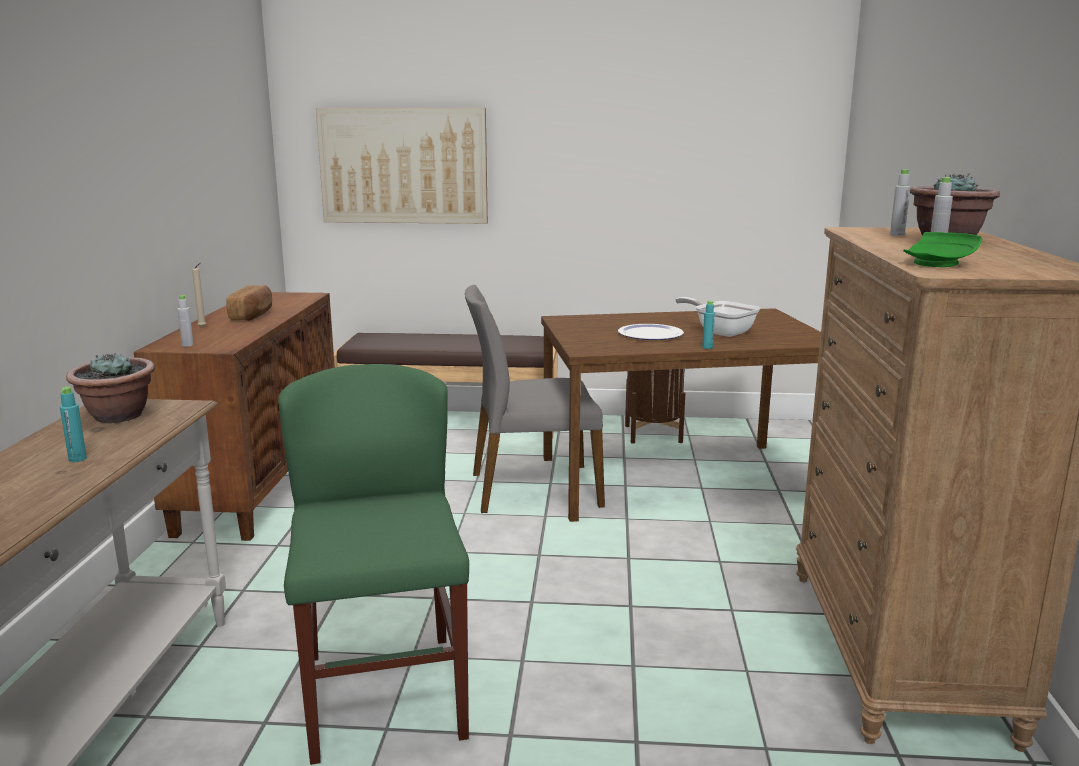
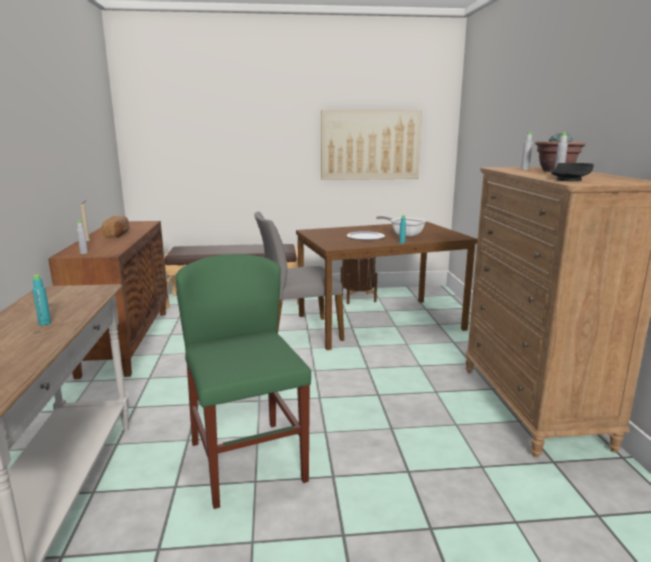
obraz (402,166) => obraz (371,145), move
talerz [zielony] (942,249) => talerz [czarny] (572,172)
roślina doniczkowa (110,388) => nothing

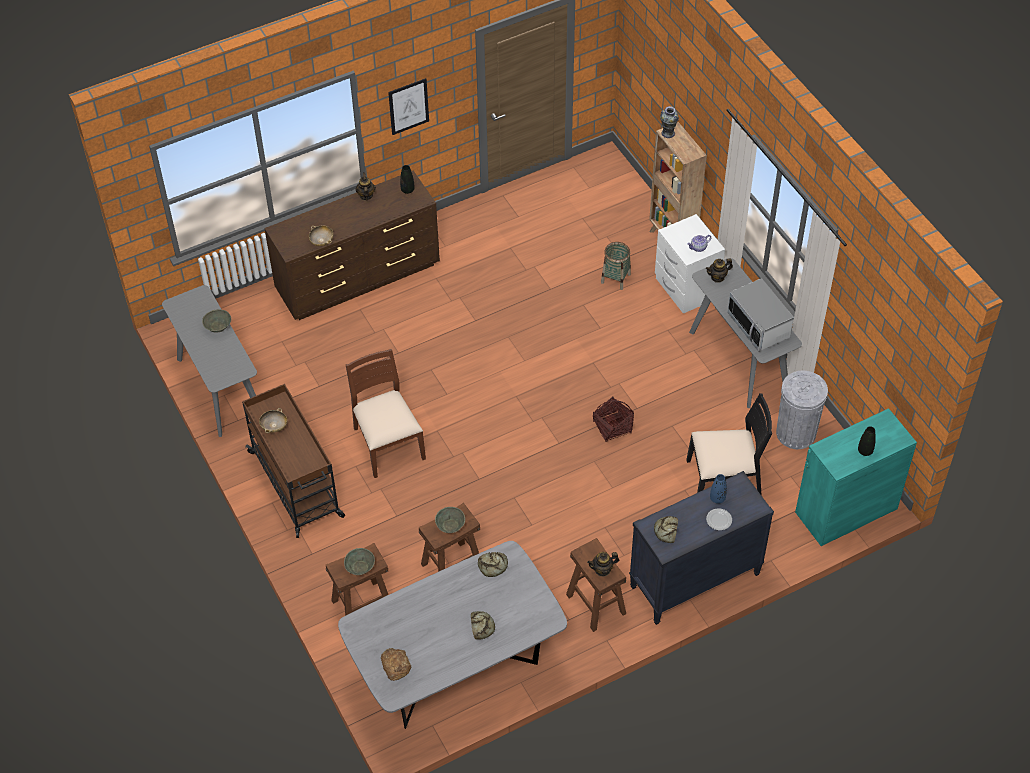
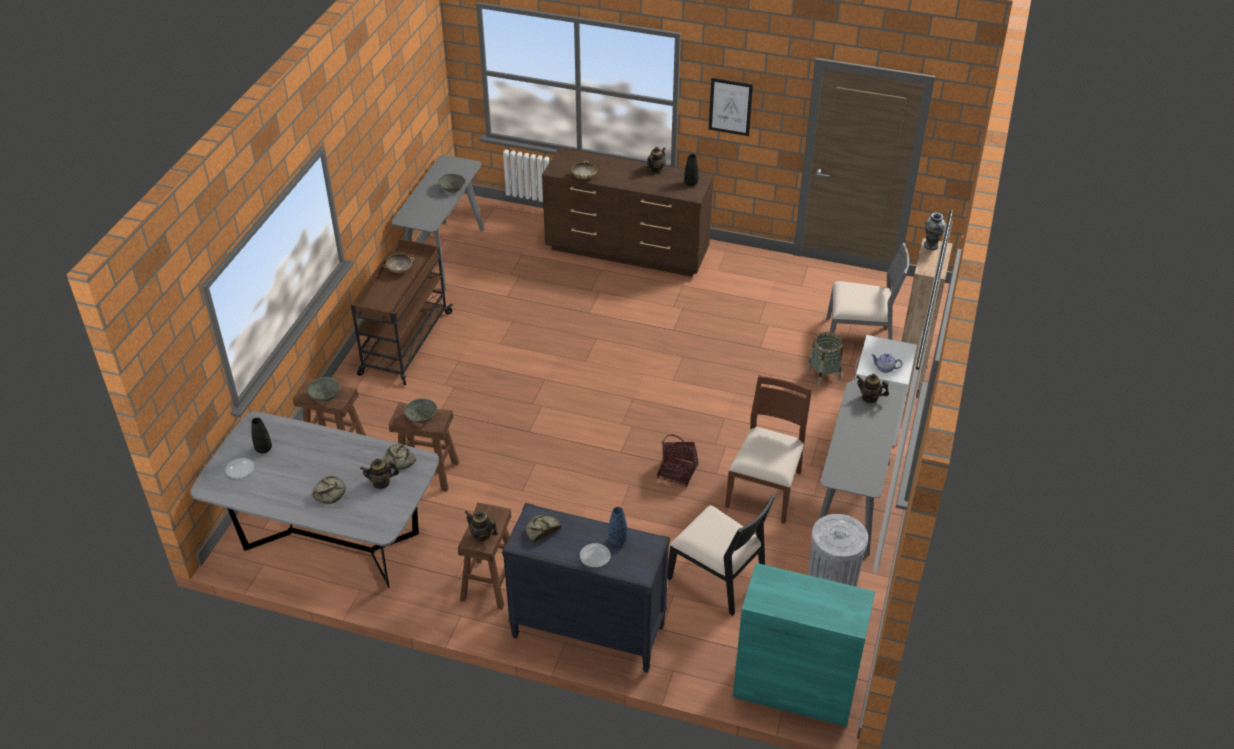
chleb (396,664) => talerz (239,468)
wazon [czarny] (867,441) => wazon [czarny] (261,435), move
nothing => imbryk (379,474)
krzesło [brązowy] (386,413) => krzesło [brązowy] (768,449), move
nothing => krzesło [szary] (867,291)
mikrofalówka (760,314) => nothing

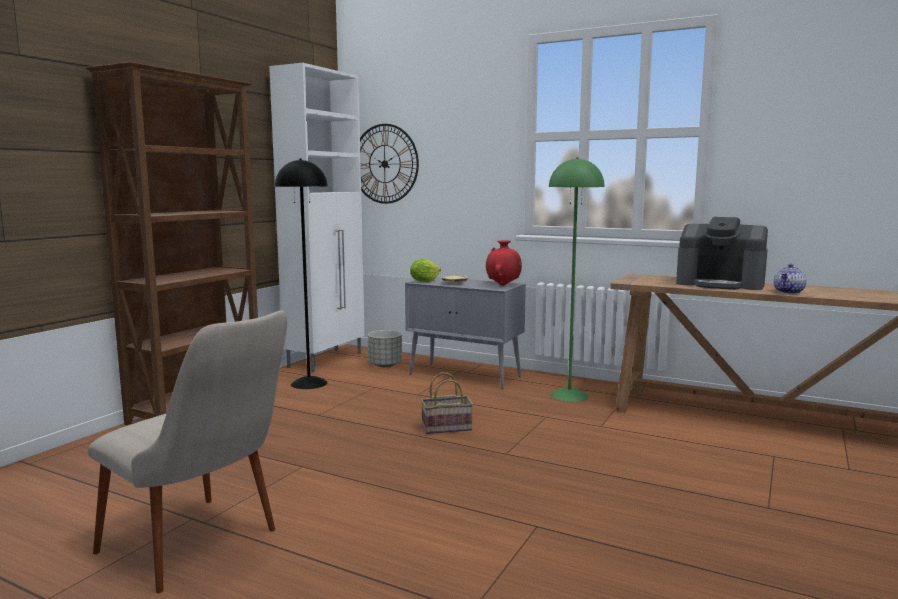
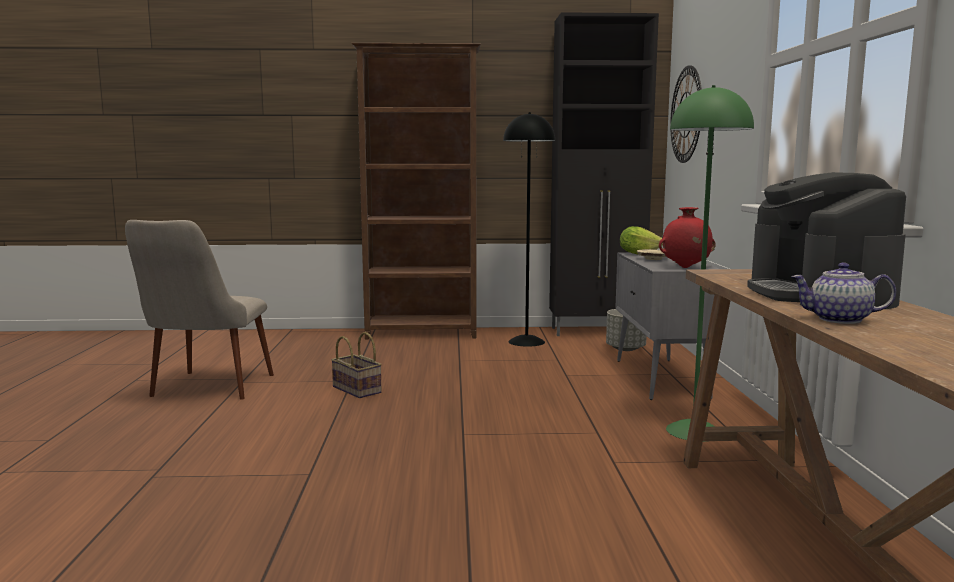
koszyk (447,403) => koszyk (356,365), move
szafka [biały] (317,217) => szafka [czarny] (604,174)

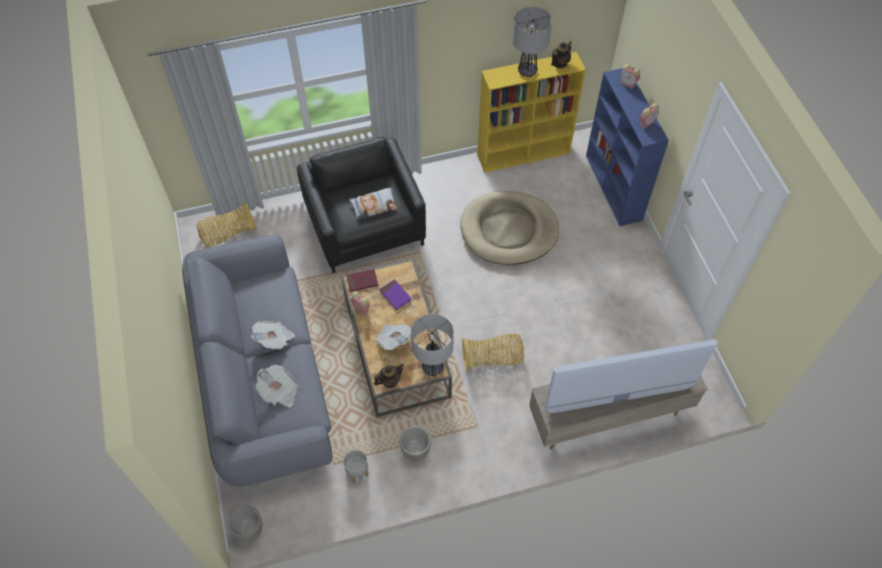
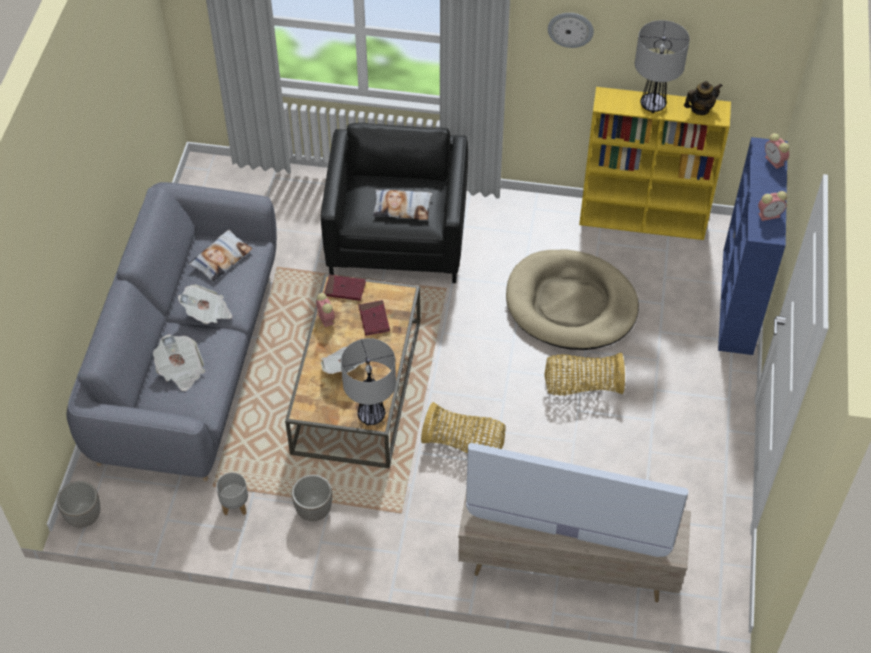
nothing => poduszka (220,255)
książka [fioletowy] (395,294) => książka [czerwony] (374,318)
koszyk (226,225) => koszyk (584,374), move
nothing => zegar ścienny (571,30)
imbryk (389,375) => nothing

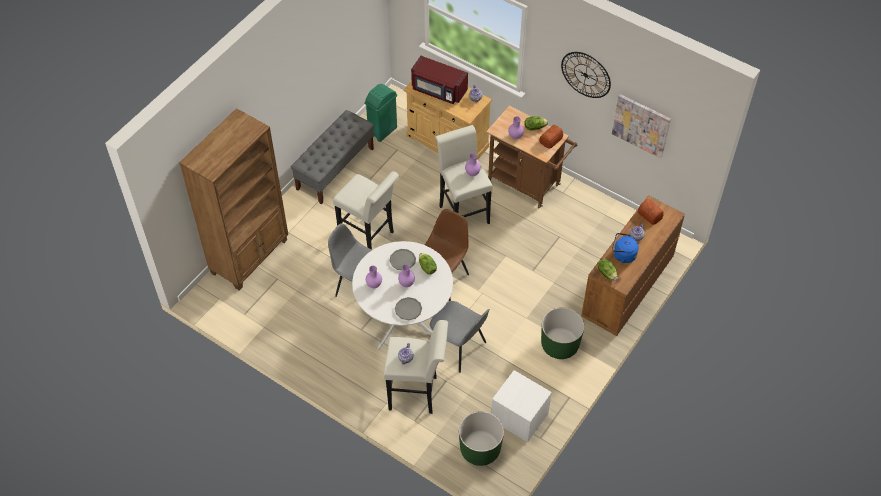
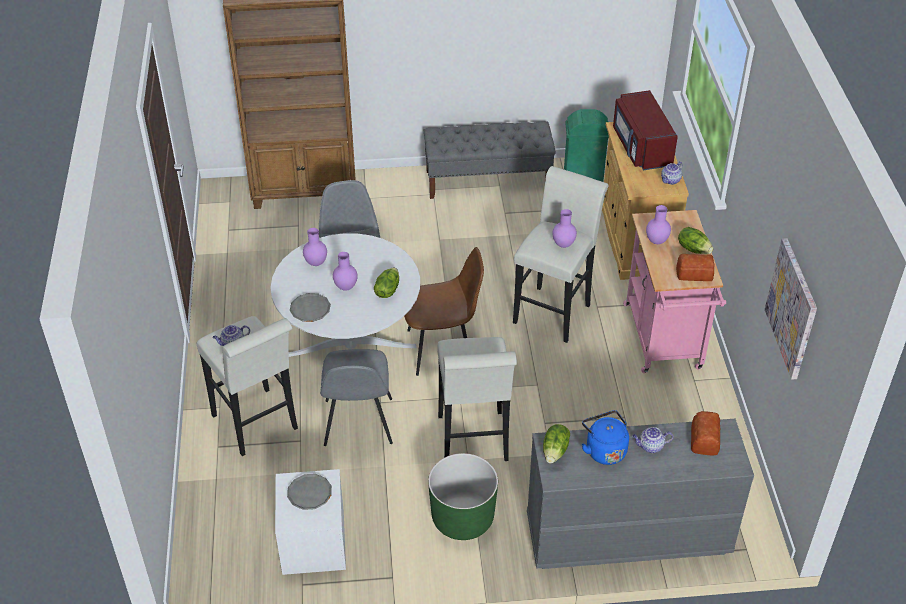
talerz [szary] (403,259) => talerz [szary] (309,492), move
stołek [biały] (366,210) => stołek [biały] (477,399), move
komoda [brązowy] (633,265) => komoda [szary] (640,494)
wózek [brązowy] (531,157) => wózek [różowy] (674,291)
donica [zielony] (481,438) => nothing
zegar ścienny (586,75) => nothing

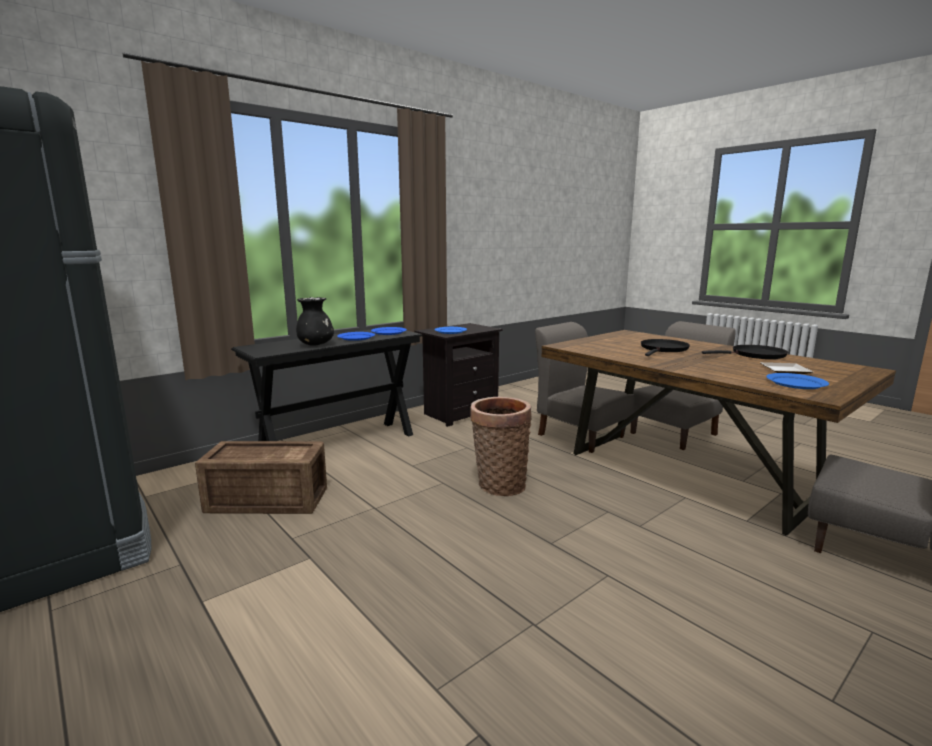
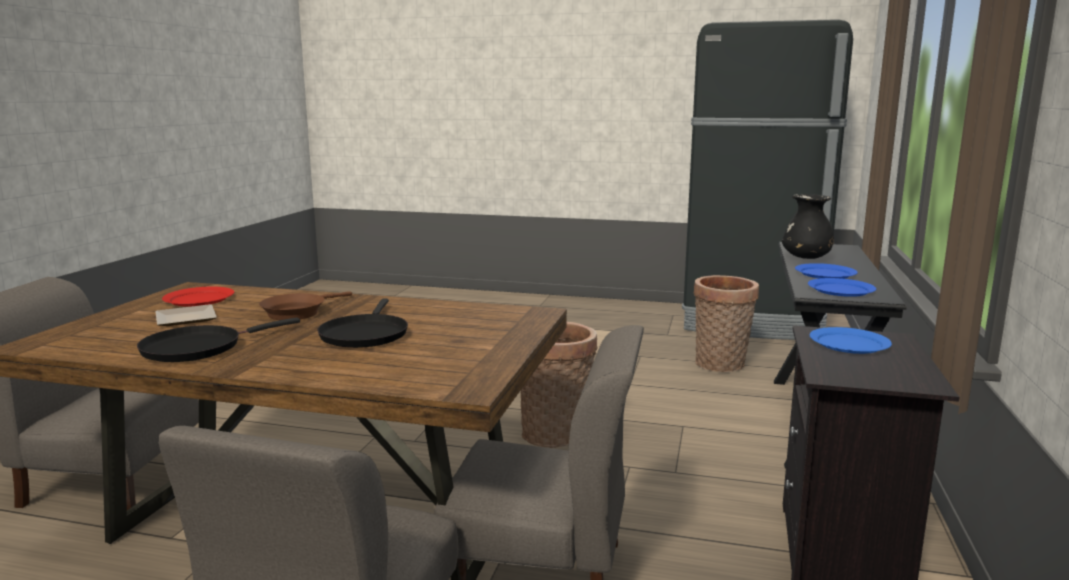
talerz [niebieski] (797,381) => talerz [czerwony] (198,297)
nothing => patelnia [brązowy] (305,305)
skrzynka (261,477) => koszyk (726,323)

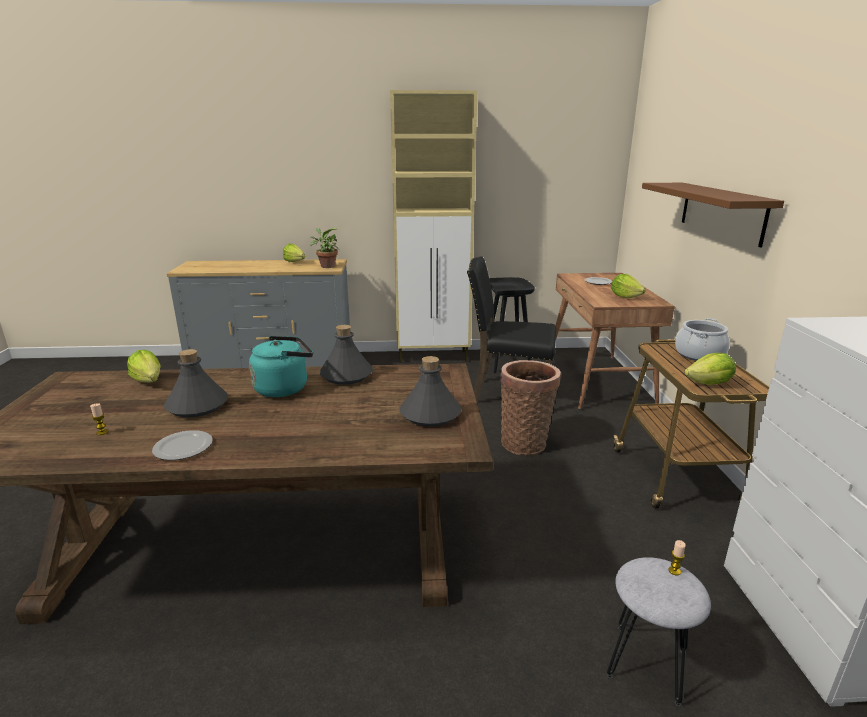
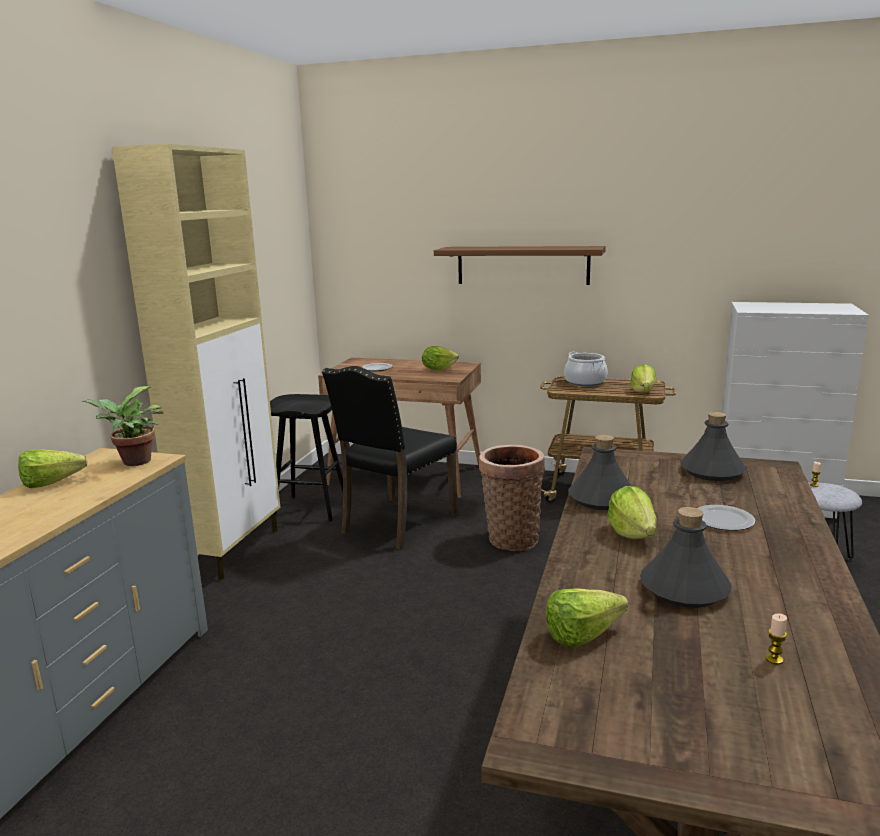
czajnik [turkusowy] (281,366) => sałata (631,512)
talerz (182,445) => talerz (726,518), move

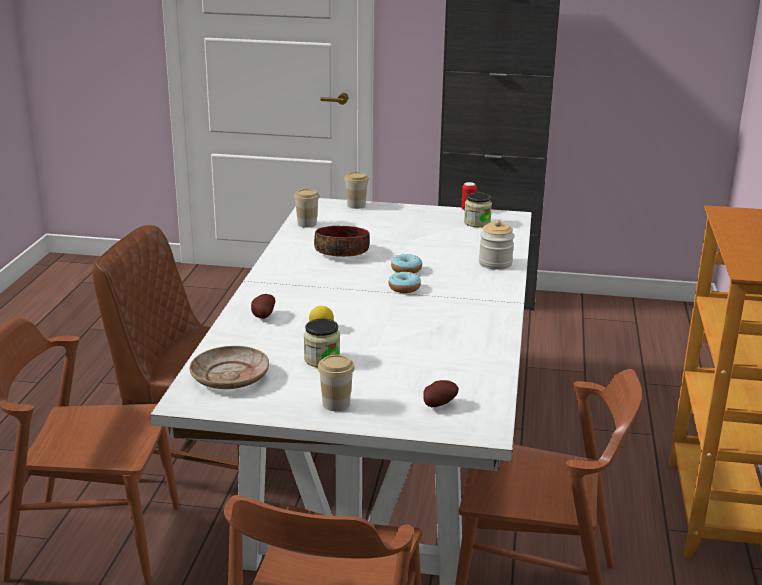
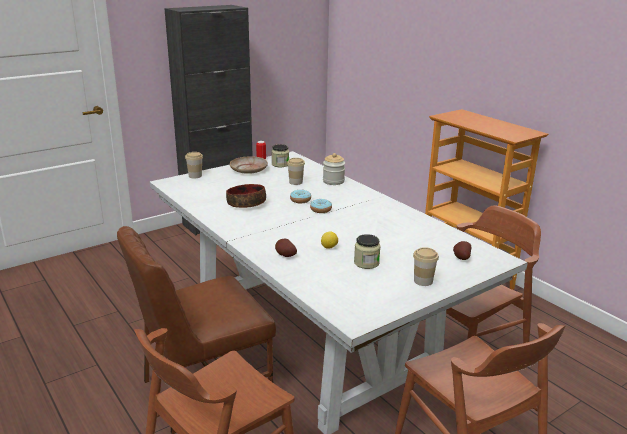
talerz [beżowy] (229,367) => talerz [beżowy] (249,165), move
filiżanka (306,208) => filiżanka (296,171), move

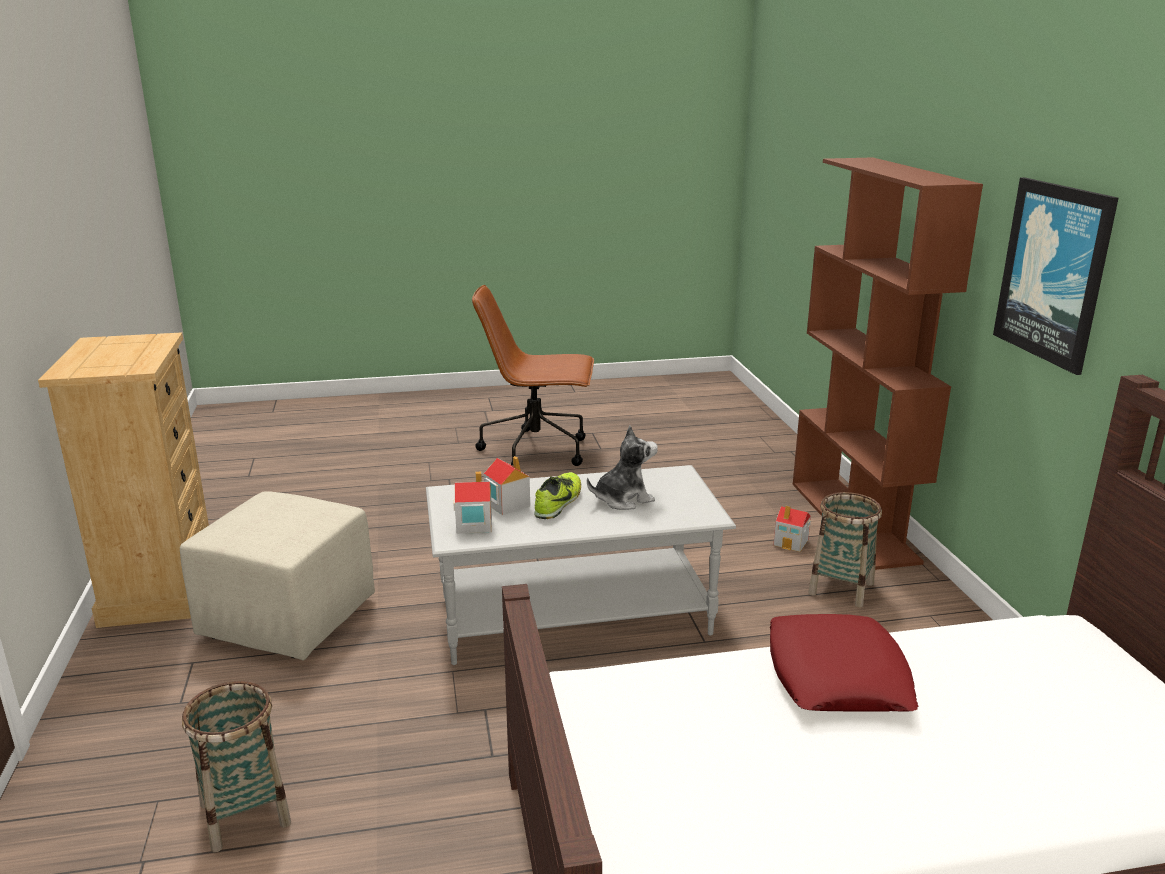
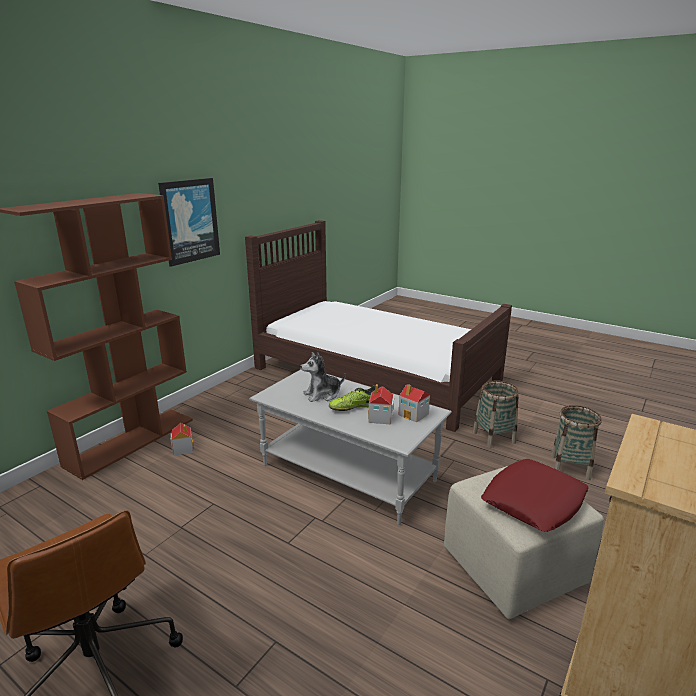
pluszak (622,468) => pluszak (323,377), 45 degrees counterclockwise
koszyk (845,549) => koszyk (496,414), move
poduszka [czerwony] (844,663) => poduszka [czerwony] (535,495), move

